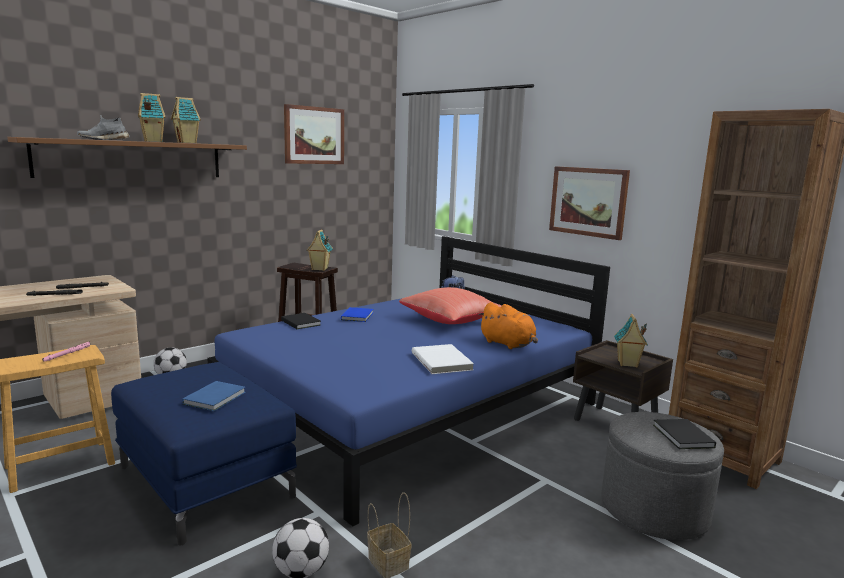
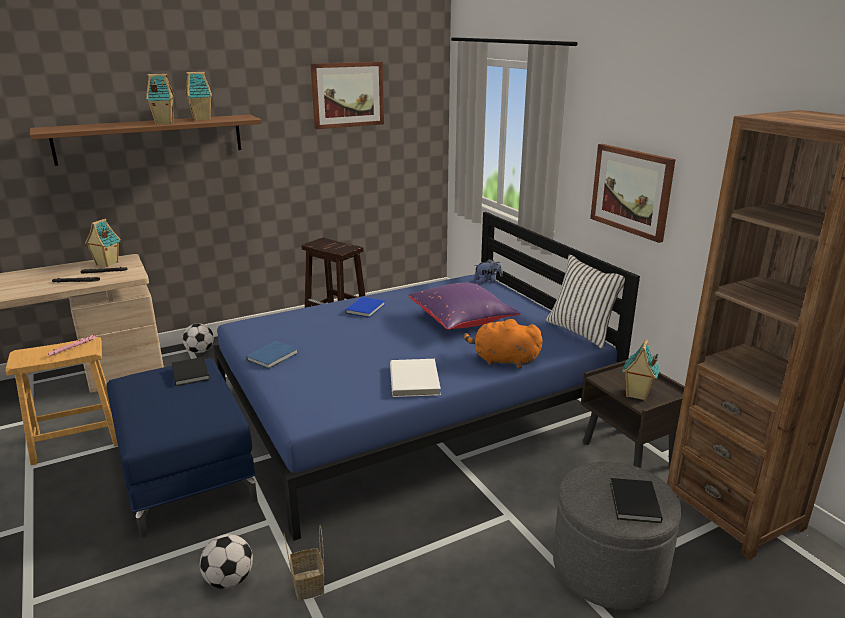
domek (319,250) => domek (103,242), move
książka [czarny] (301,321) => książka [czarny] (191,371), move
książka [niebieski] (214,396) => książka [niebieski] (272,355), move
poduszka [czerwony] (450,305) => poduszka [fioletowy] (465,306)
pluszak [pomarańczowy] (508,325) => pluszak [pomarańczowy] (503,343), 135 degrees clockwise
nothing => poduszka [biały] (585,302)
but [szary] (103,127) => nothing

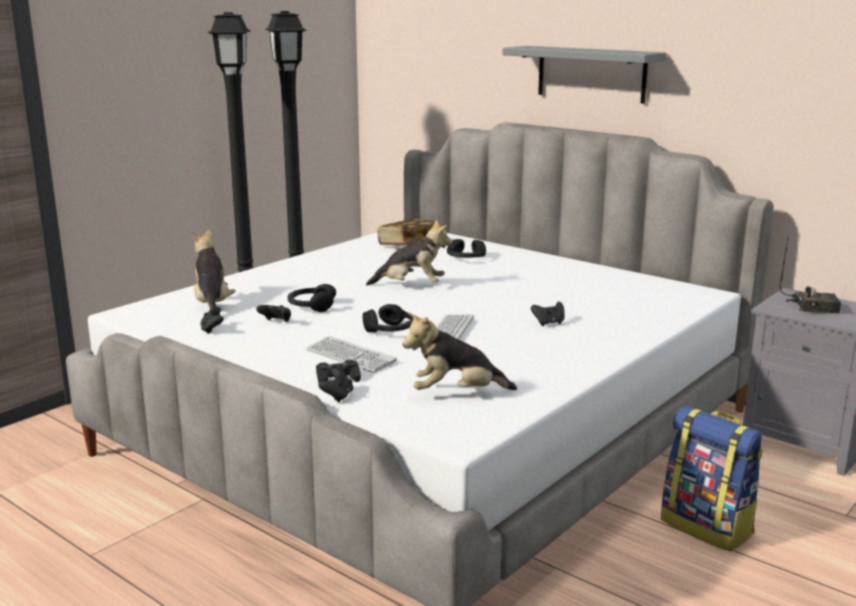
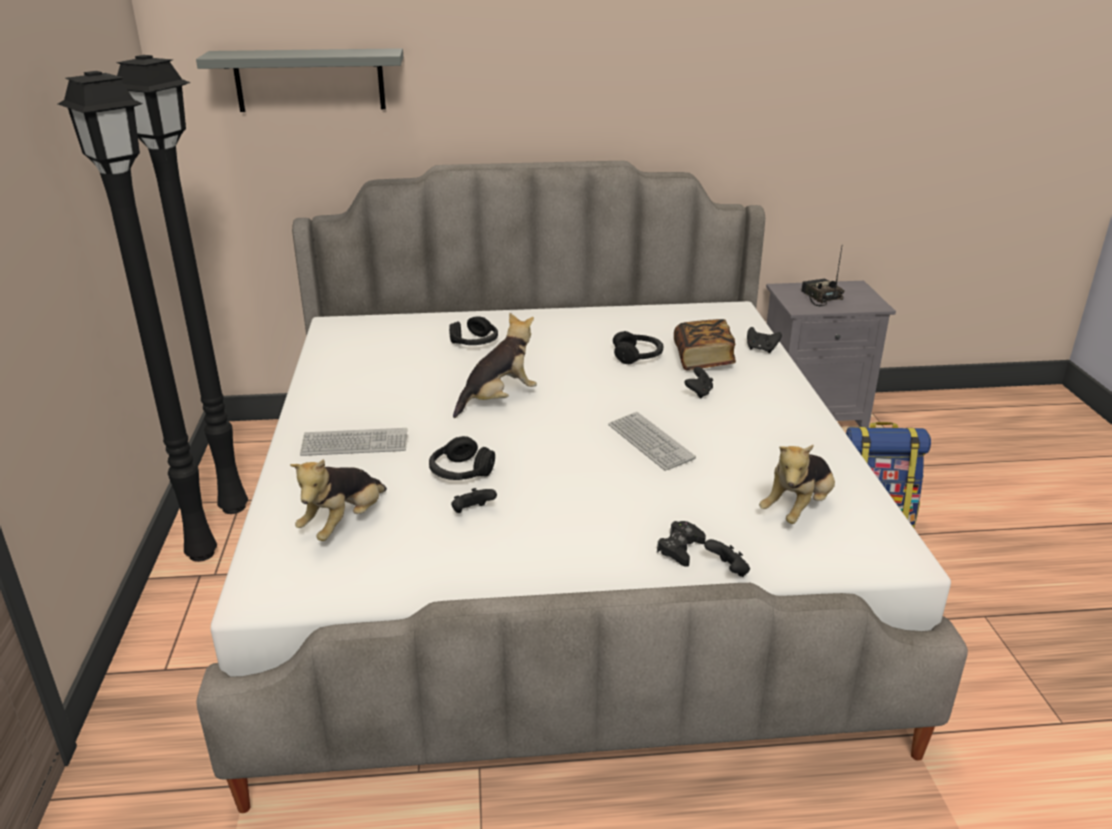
półka [szary] (584,75) => półka [szary] (299,80), move
pluszak (214,273) => pluszak (338,500), 90 degrees counterclockwise
klawiatura (351,354) => klawiatura (353,442), move
słuchawki [czarny] (388,318) => słuchawki [czarny] (638,347), move
książka (406,232) => książka (705,345), move
pad do gier [czarny] (212,320) => pad do gier [czarny] (764,340), move
radio (810,274) => radio (823,275), 75 degrees counterclockwise

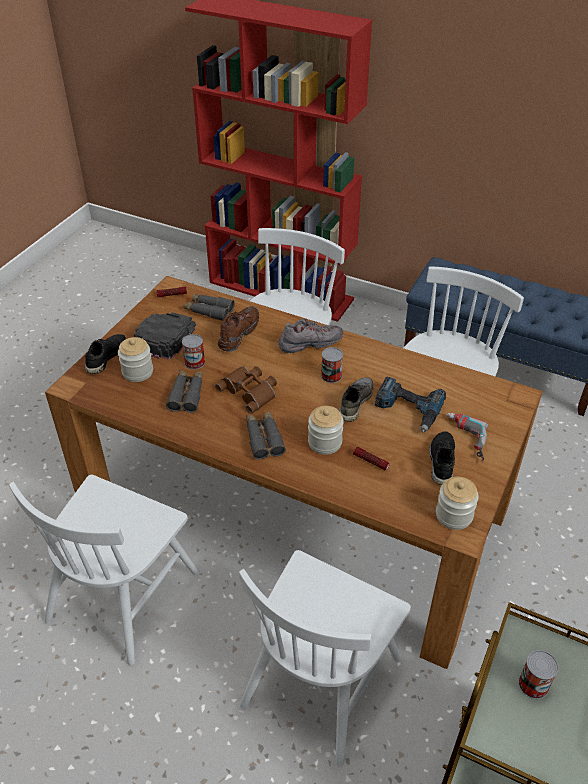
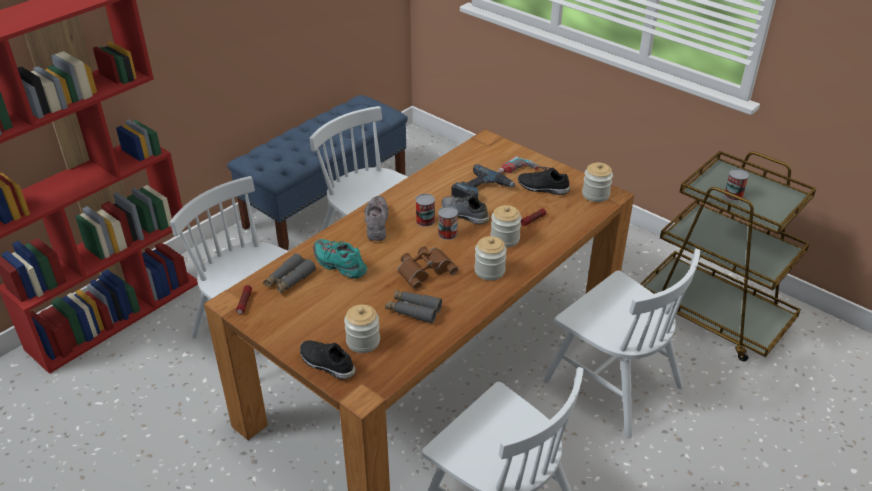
but [brązowy] (238,329) => but [turkusowy] (340,259)
puszka (193,352) => puszka (448,223), move
lornetka [szary] (266,435) => słoik (490,258)
czapka z daszkiem [czarny] (165,336) => nothing

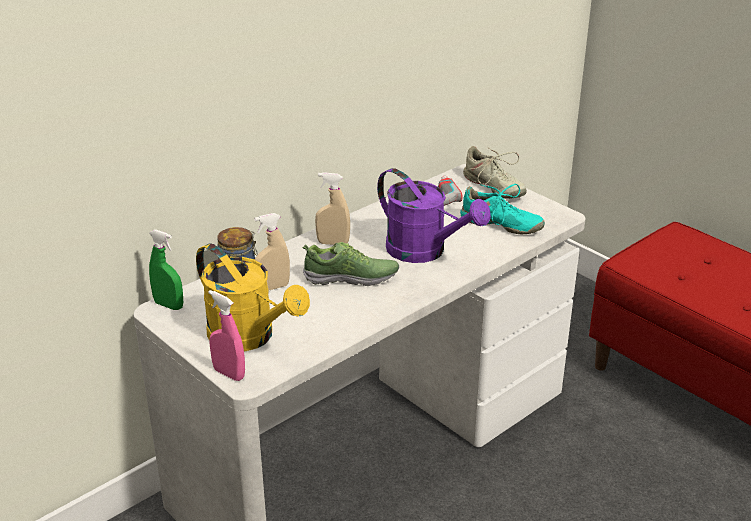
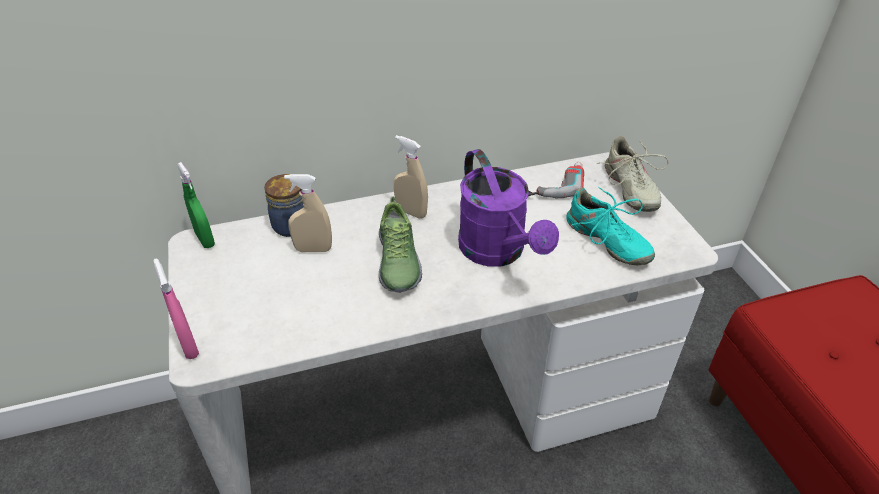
but (351,264) => but (400,244), 60 degrees clockwise
konewka [żółty] (253,297) => nothing

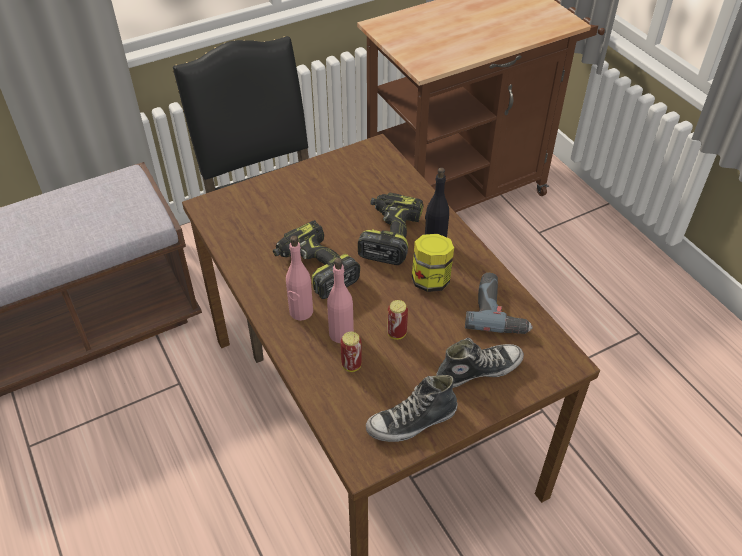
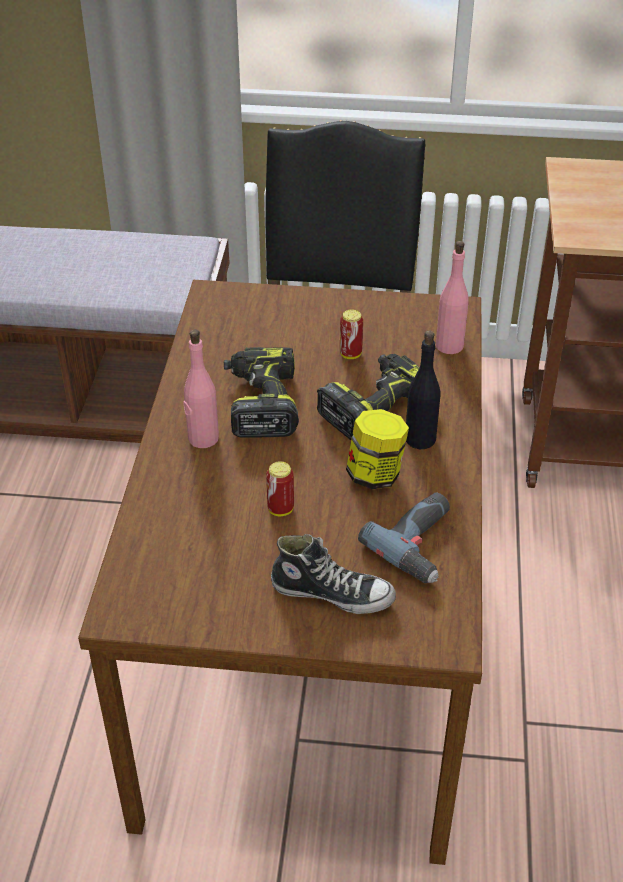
puszka (351,352) => puszka (351,334), move
butelka [różowy] (340,300) => butelka [różowy] (452,297), move
but (411,408) => nothing

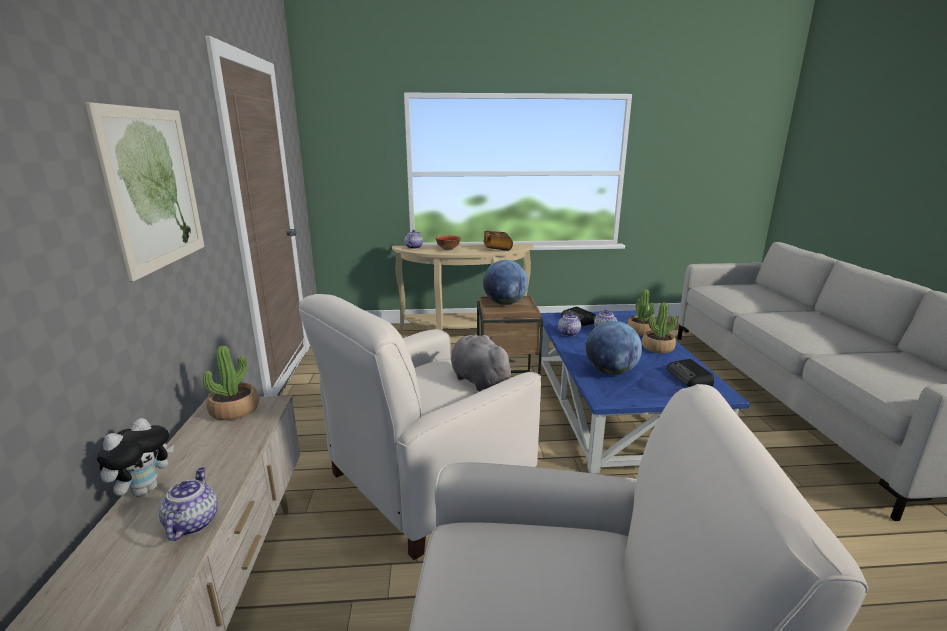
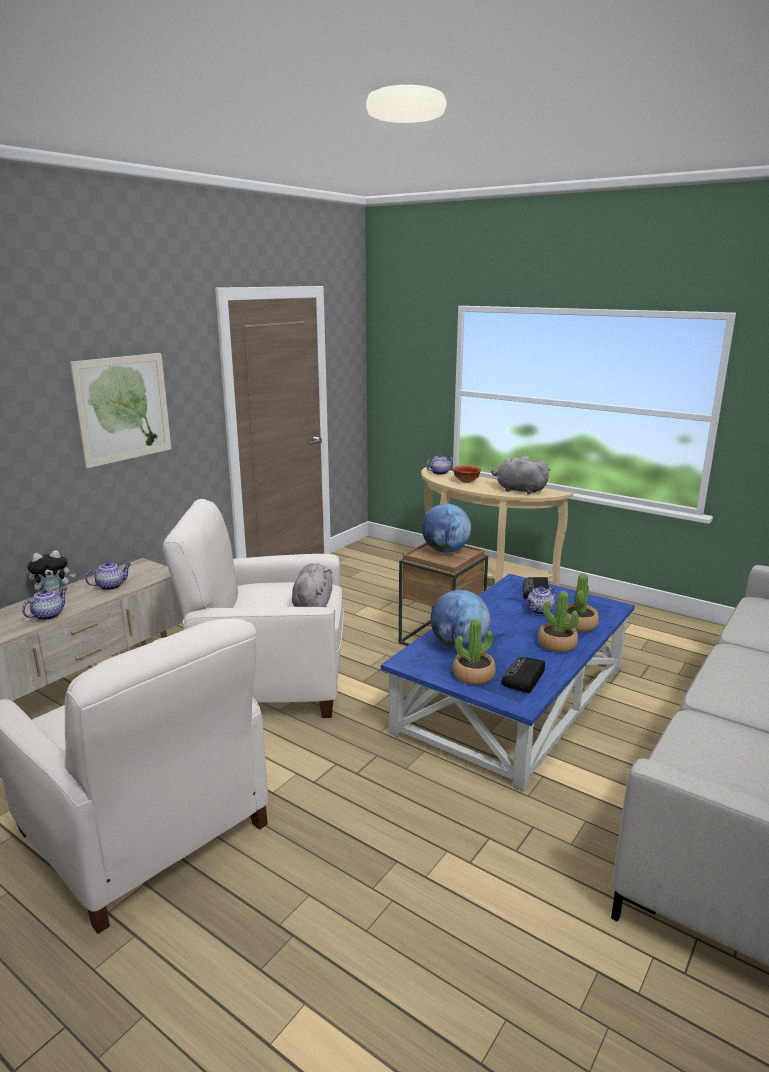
imbryk (569,324) => imbryk (108,576), move
roślina doniczkowa (231,383) => roślina doniczkowa (474,651), move
książka (498,241) => pluszak [szary] (520,475)

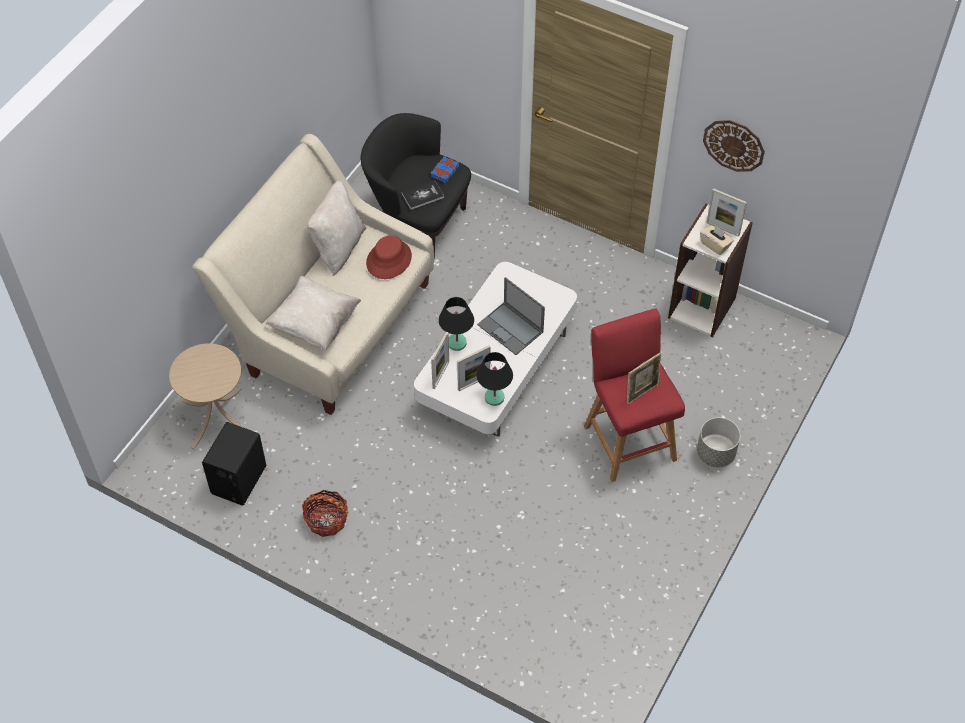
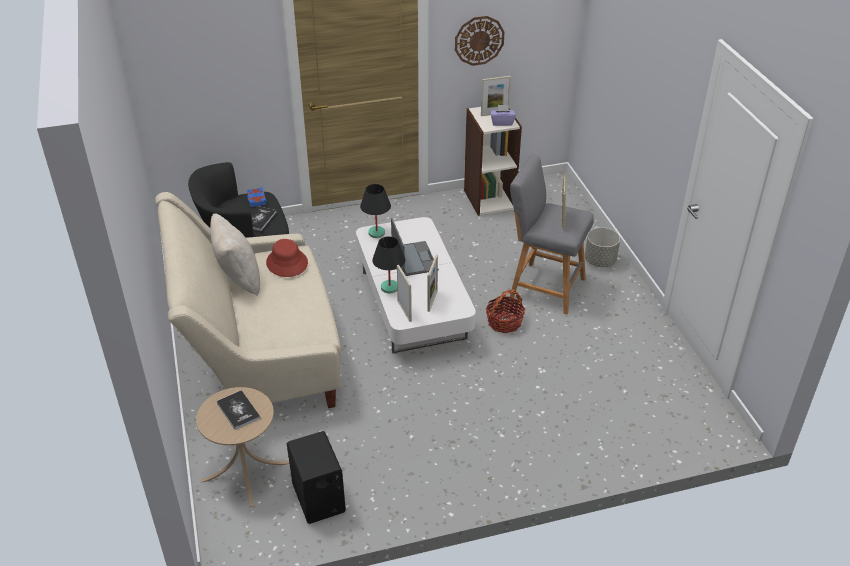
nothing => książka (239,410)
lampa stołowa [czarny] (494,379) => lampa stołowa [czarny] (375,211), move
laptop (511,316) => laptop (415,247), 105 degrees counterclockwise
koszyk (325,513) => koszyk (505,311), move
pudełko chusteczek [beżowy] (717,240) => pudełko chusteczek [fioletowy] (503,115)
stołek [czerwony] (634,395) => stołek [szary] (552,234)
poduszka [beżowy] (313,314) => nothing

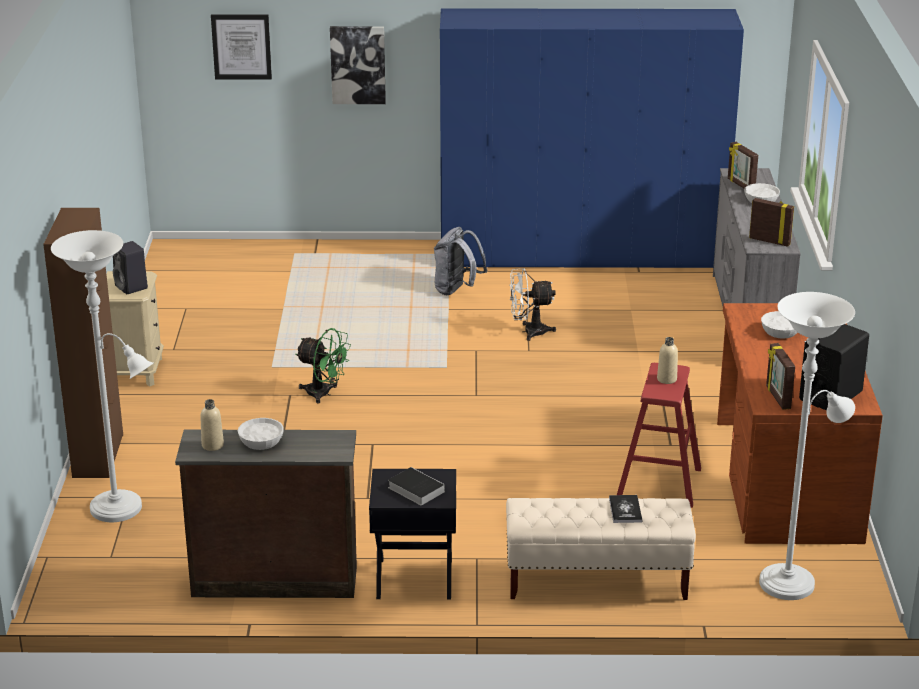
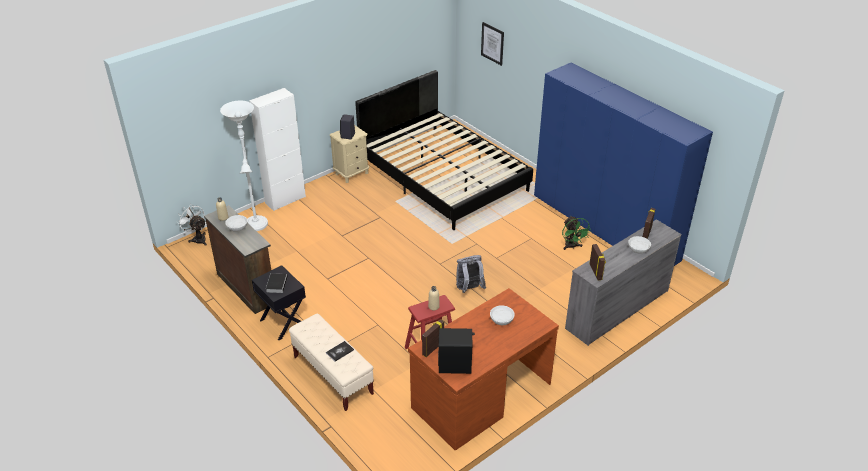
wentylator [biały] (532,304) => wentylator [biały] (191,225), move
szafka [brązowy] (83,343) => szafka [biały] (277,149)
nothing => łóżko [czarny] (444,150)
plecak [szary] (461,261) => plecak [szary] (471,274), move
wentylator [zielony] (323,366) => wentylator [zielony] (577,233), move
obraz (358,65) => nothing
lampa stojąca [biały] (807,446) => nothing

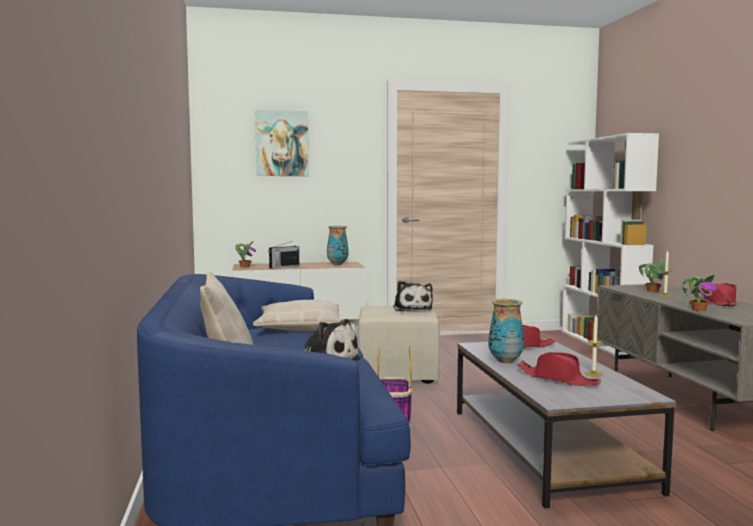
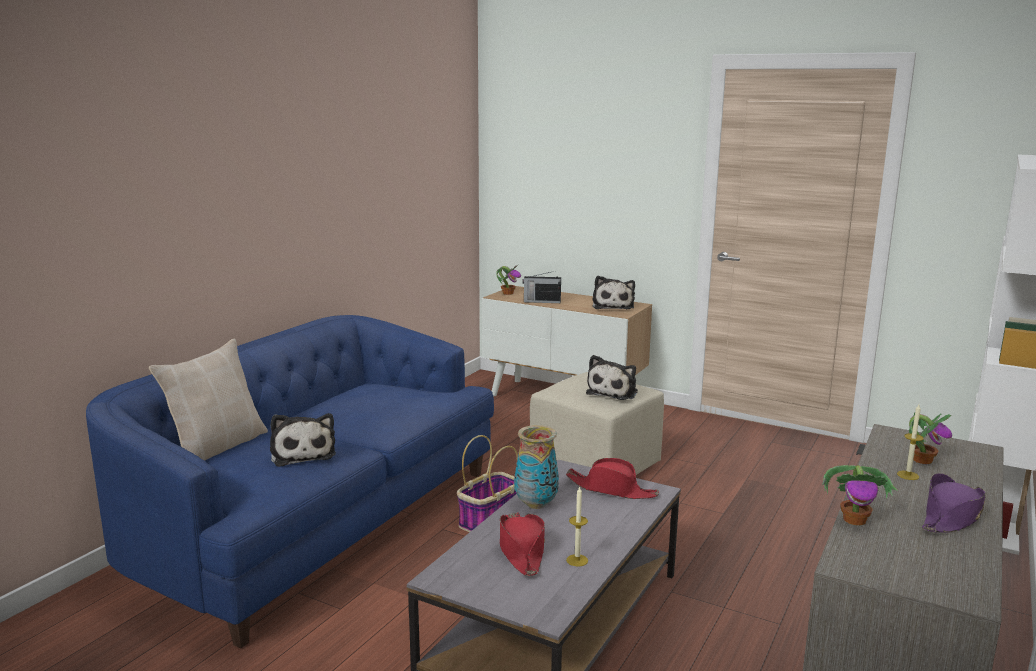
wazon (338,245) => pluszak (614,292)
kapelusz [czerwony] (720,294) => kapelusz [fioletowy] (953,502)
poduszka [beżowy] (297,315) => nothing
obraz (282,143) => nothing

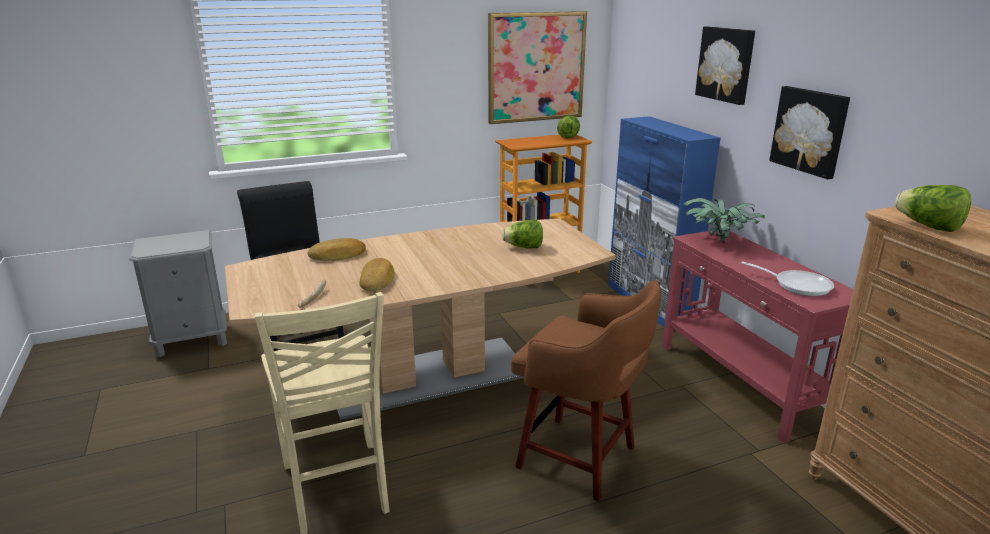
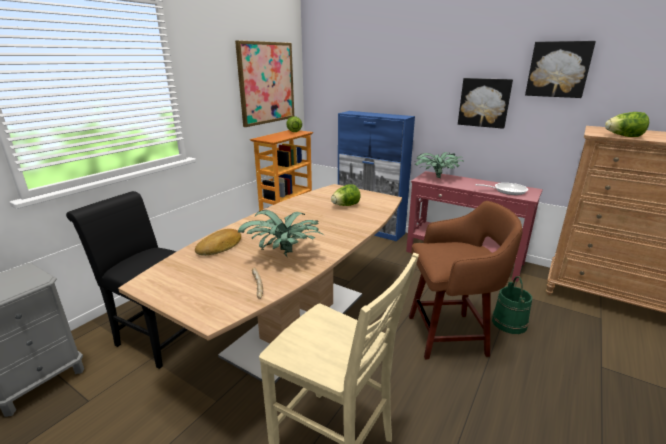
chleb (377,274) => roślina doniczkowa (281,233)
nothing => wiadro [zielony] (512,305)
obraz (725,65) => obraz (560,69), move

